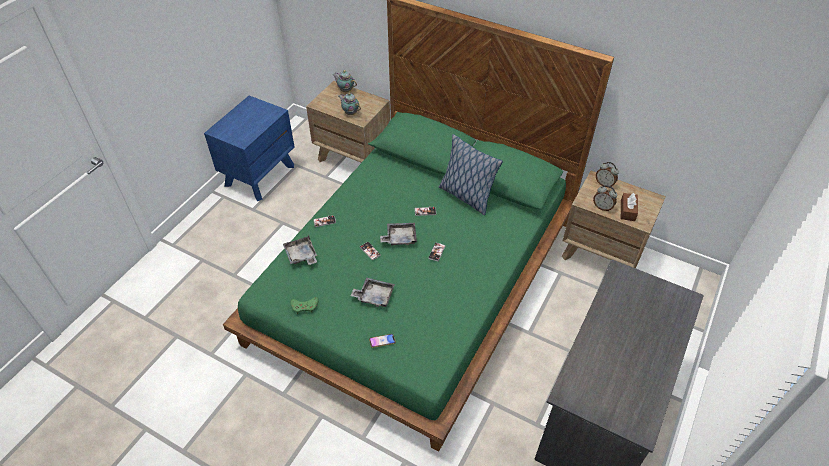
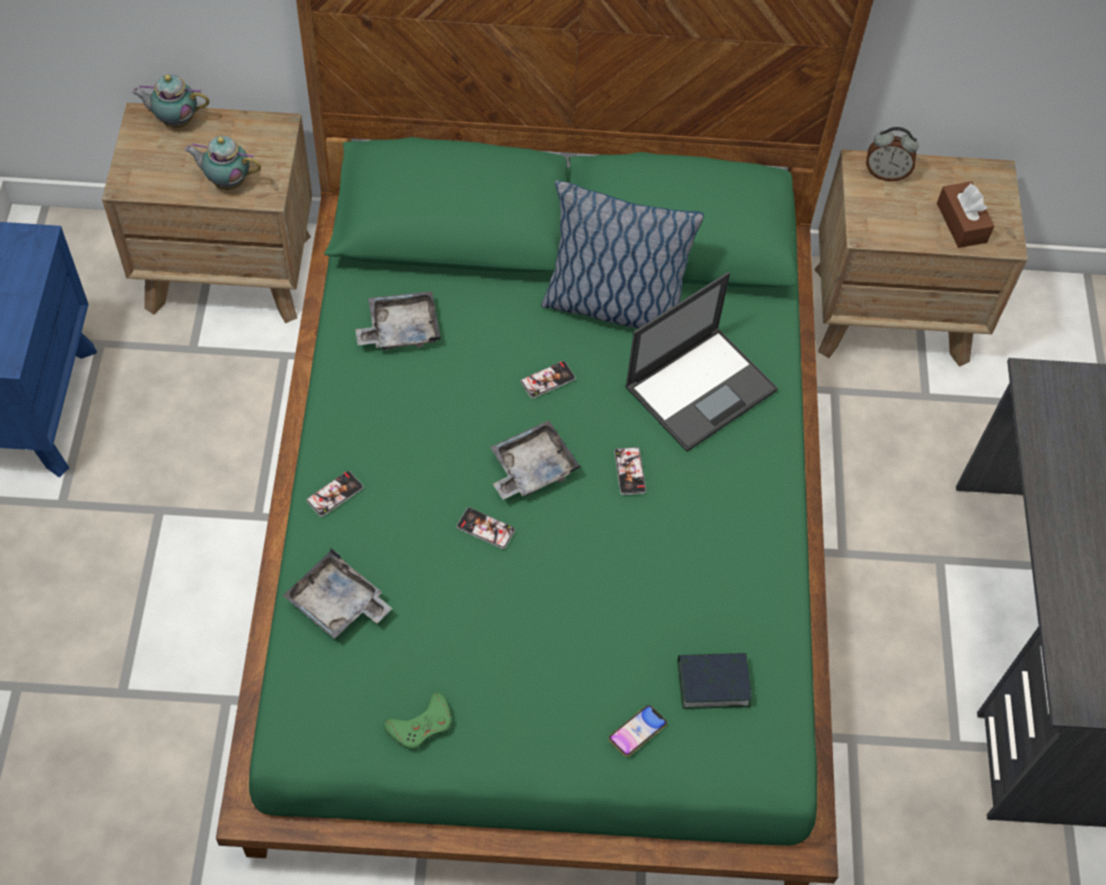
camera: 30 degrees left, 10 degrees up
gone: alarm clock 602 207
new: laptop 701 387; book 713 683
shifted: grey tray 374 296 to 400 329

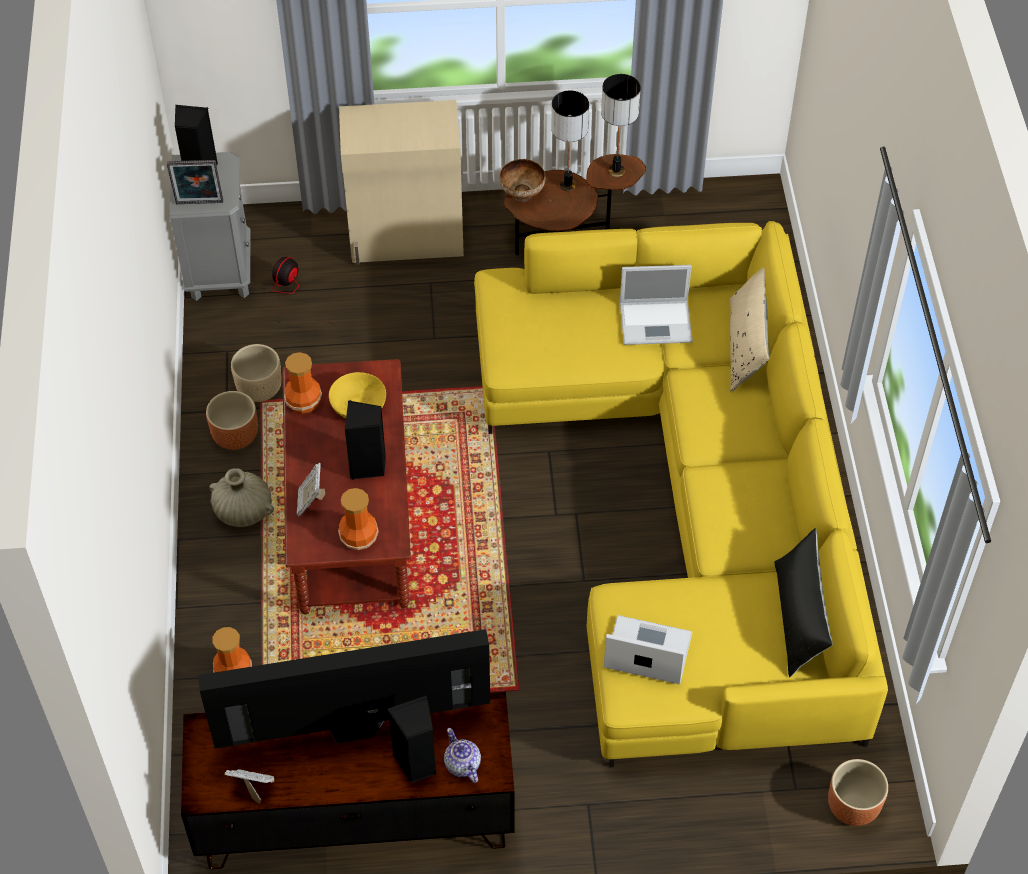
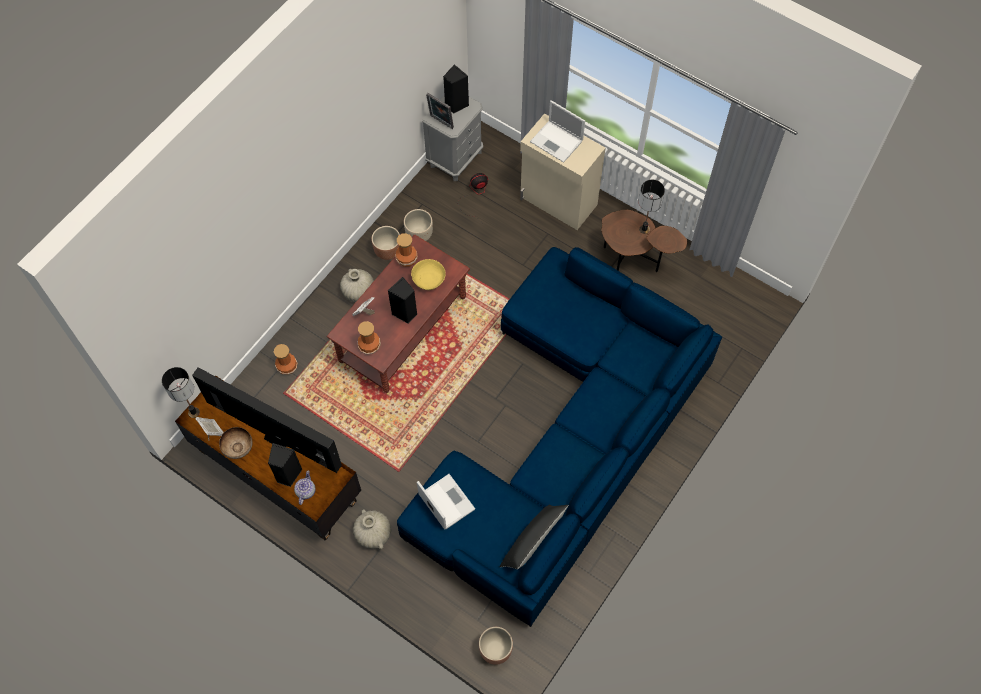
camera: 40 degrees right, 10 degrees up
gone: beige pillow 746 345
new: beige vase 373 533
shifted: bowl 522 194 to 239 449; table lamp 616 170 to 194 412; laptop 657 322 to 557 142
repainted: yellow sofa 690 501 to blue sofa 565 439

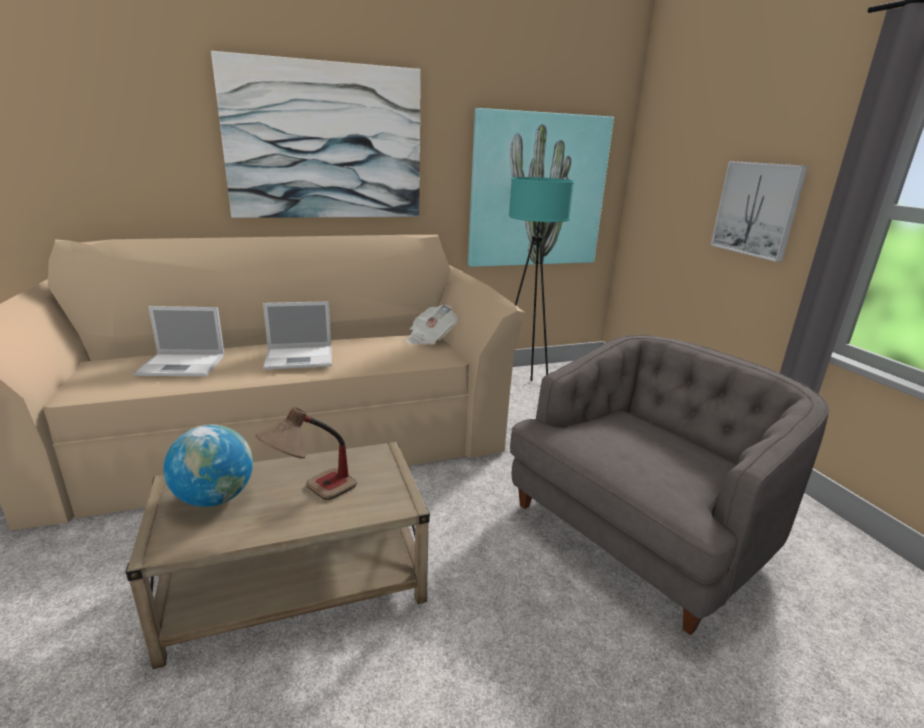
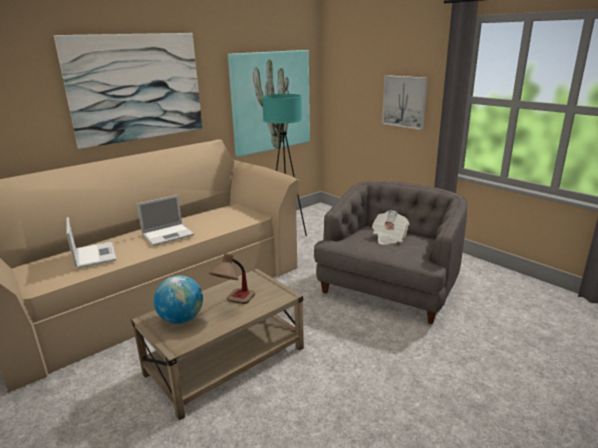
camera: 20 degrees left, 0 degrees up
shifted: newspaper 430 338 to 389 237
rotated: laptop 183 365 = 94 255 90 degrees counterclockwise

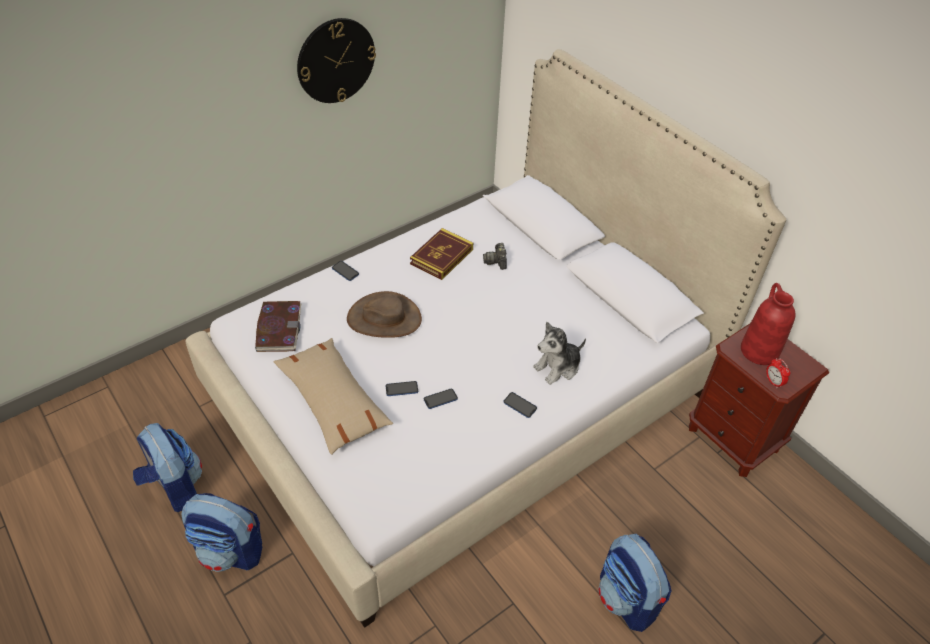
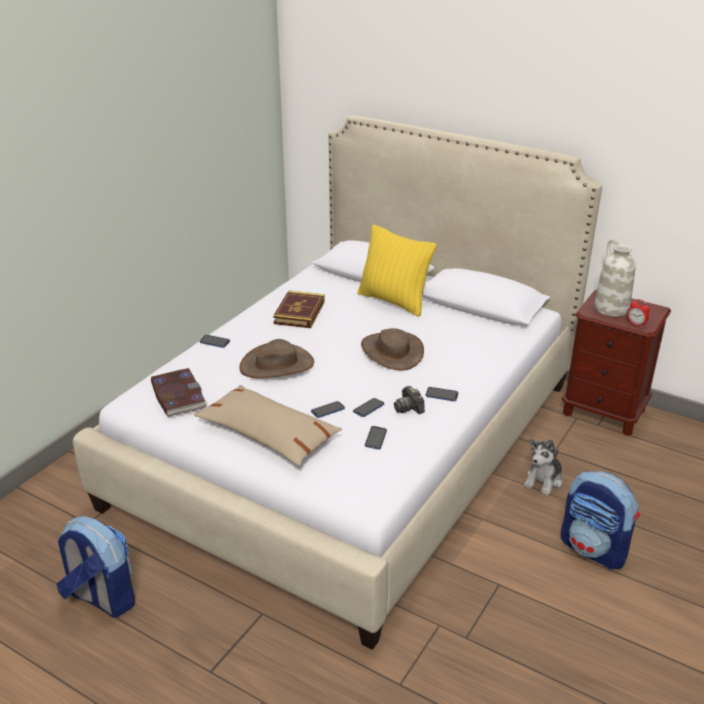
camera: 20 degrees left, 15 degrees down
gone: backpack 231 551; wall clock 336 61
new: yellow pillow 394 301; brown hat 392 351; phone 375 438
shifted: photo camera 496 261 to 409 408; plush toy 558 367 to 544 480
repainted: red vase 758 350 to white vase 610 308

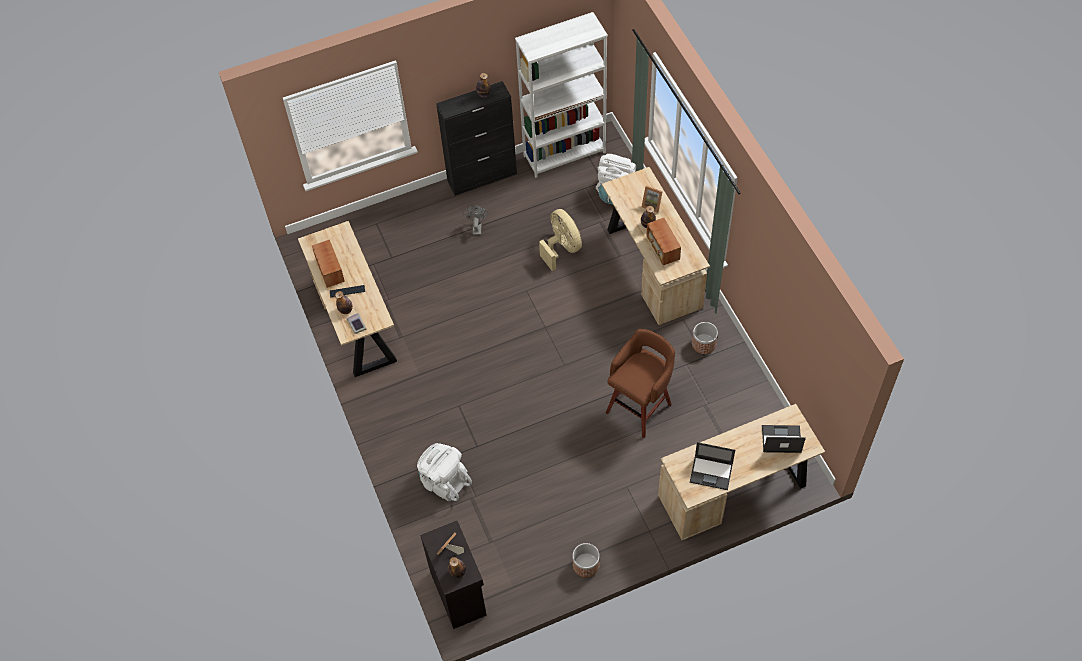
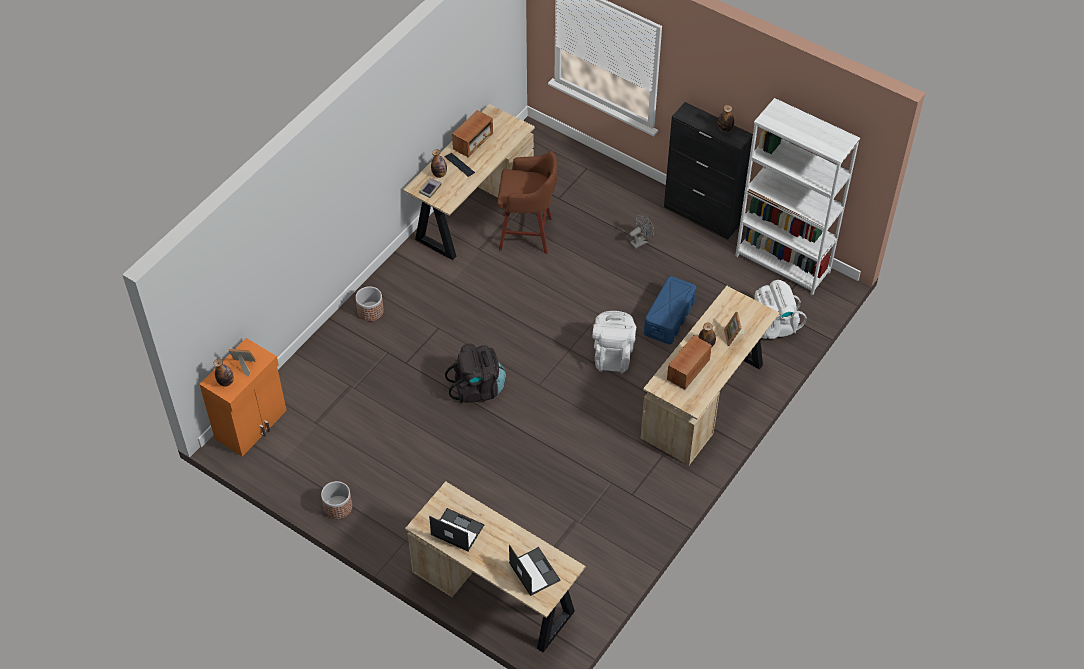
camera: 55 degrees right, 5 degrees down
new: black backpack 478 388
shifted: white backpack 444 481 to 613 355; brown stool 640 407 to 528 234; planter 703 344 to 370 311
swapped: beige fan 562 248 to blue storage box 669 317
repainted: black cabinet 459 592 to orange cabinet 252 425
rotated: laptop 711 472 = 456 530 135 degrees clockwise

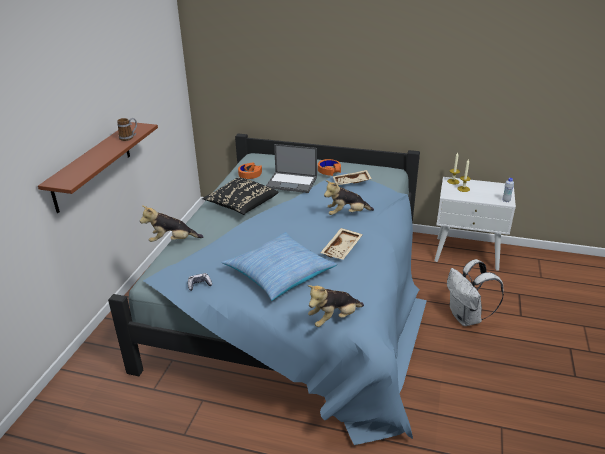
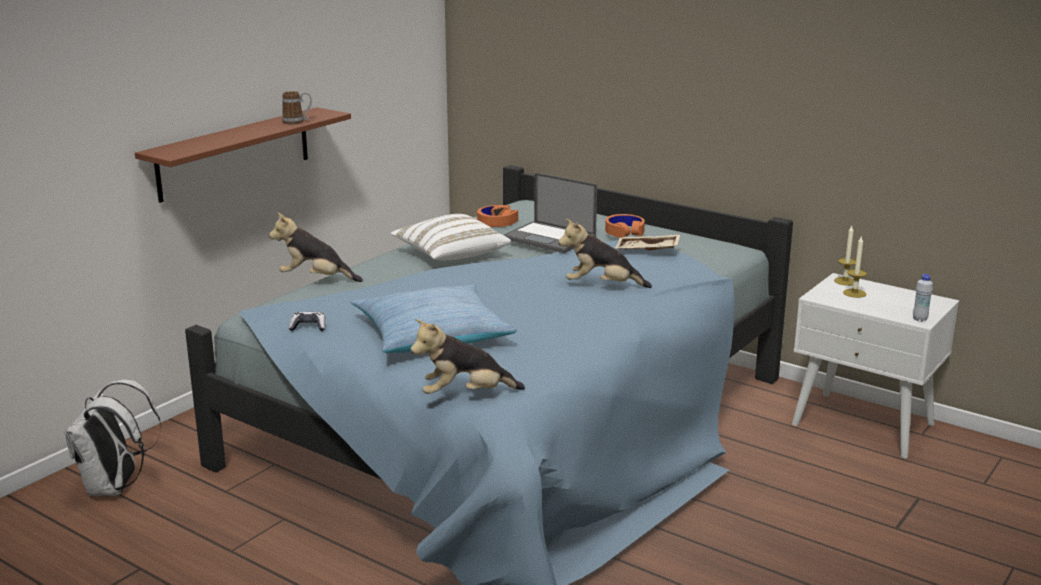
camera: 20 degrees right, 10 degrees down
gone: beige tray 342 249
shifted: white backpack 467 318 to 115 488
repainted: black pillow 241 205 to white pillow 450 255

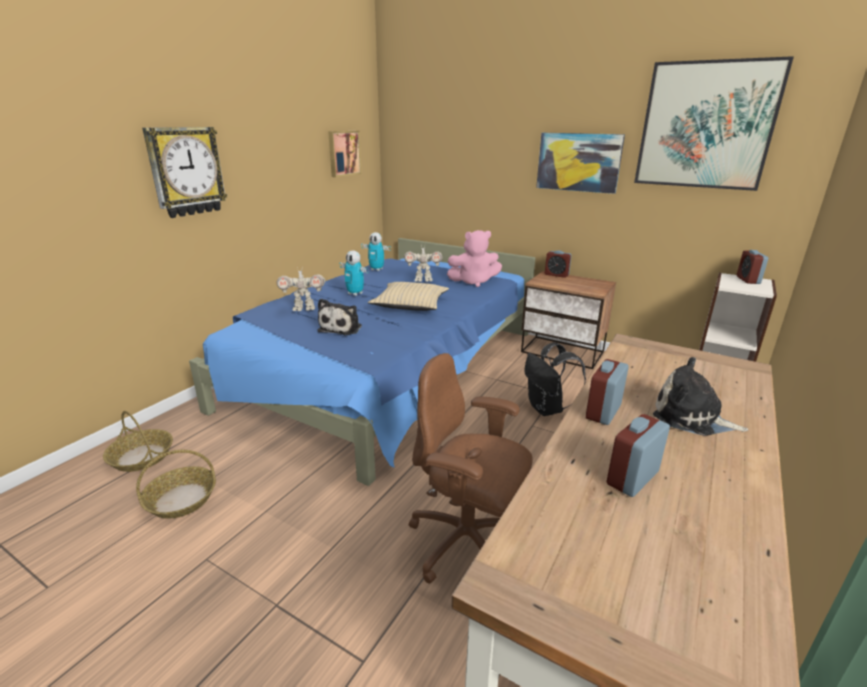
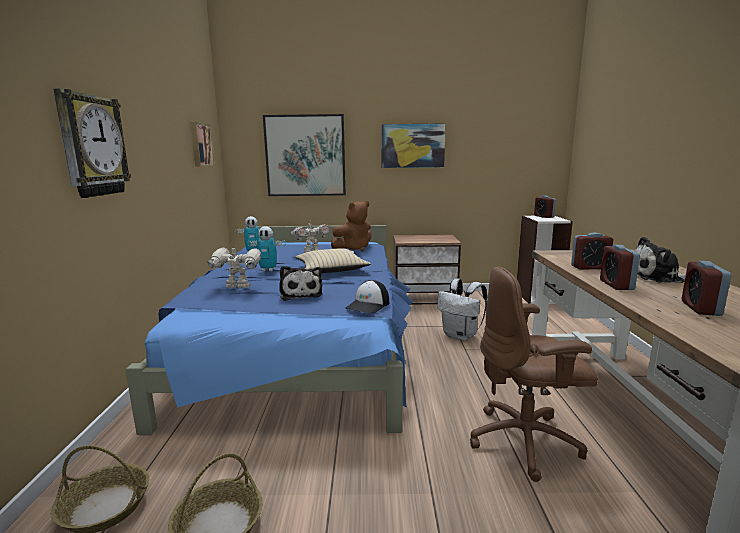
camera: 30 degrees left, 10 degrees down
new: cap 368 305
shifted: alarm clock 556 275 to 589 267; picture 706 126 to 305 156
repainted: pink plush toy 473 282 to brown plush toy 354 249; black backpack 547 409 to white backpack 461 335
rotated: toy robot 304 309 = 237 287 135 degrees counterclockwise

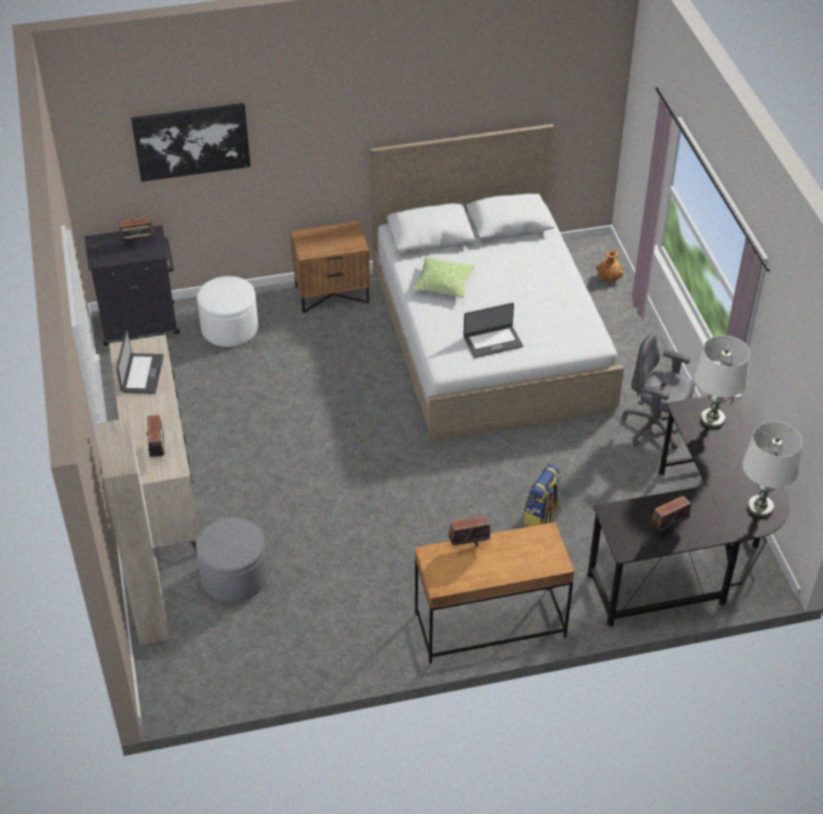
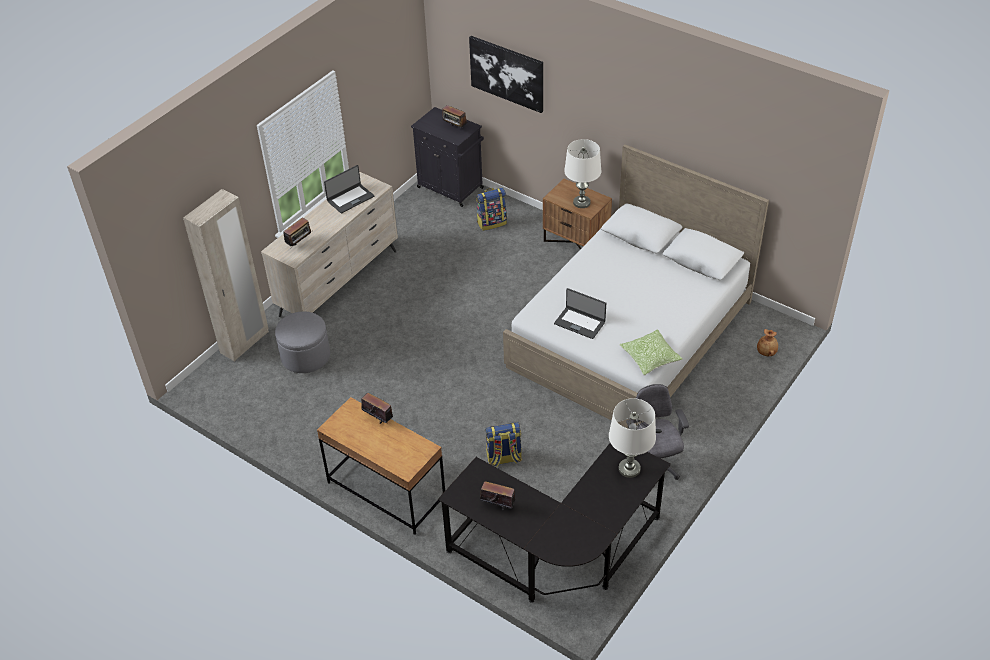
camera: 50 degrees right, 0 degrees up
shifted: pillow 443 284 to 650 357; white table lamp 760 507 to 581 202
swapped: white ottoman 230 329 to backpack 492 222

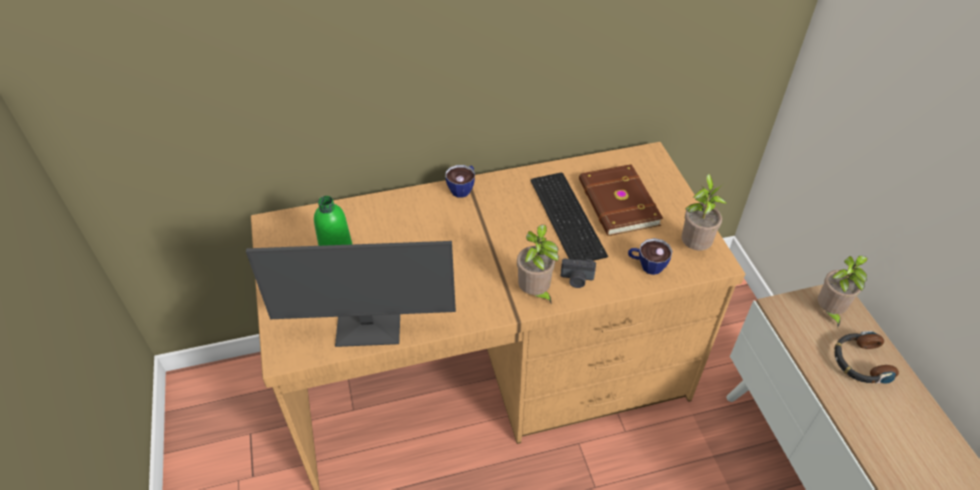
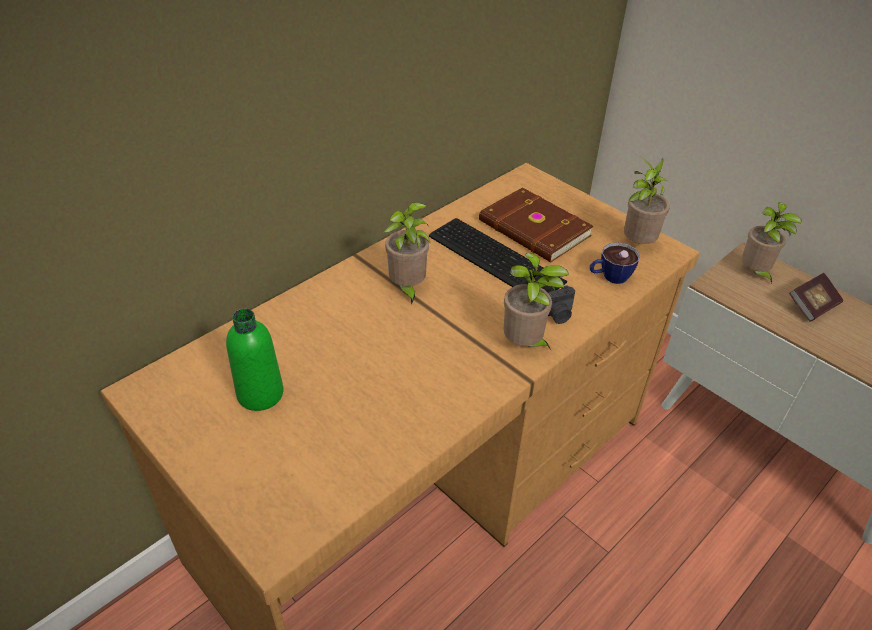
camera: 30 degrees left, 5 degrees down
gone: monitor 369 326; cup 463 188
new: potted plant 407 289
swapped: headphones 860 362 to book 812 306

